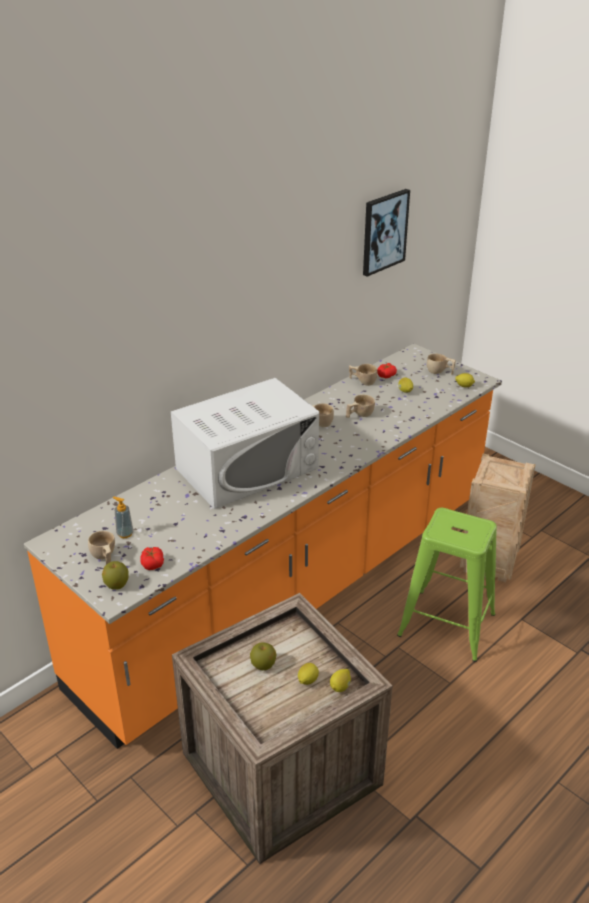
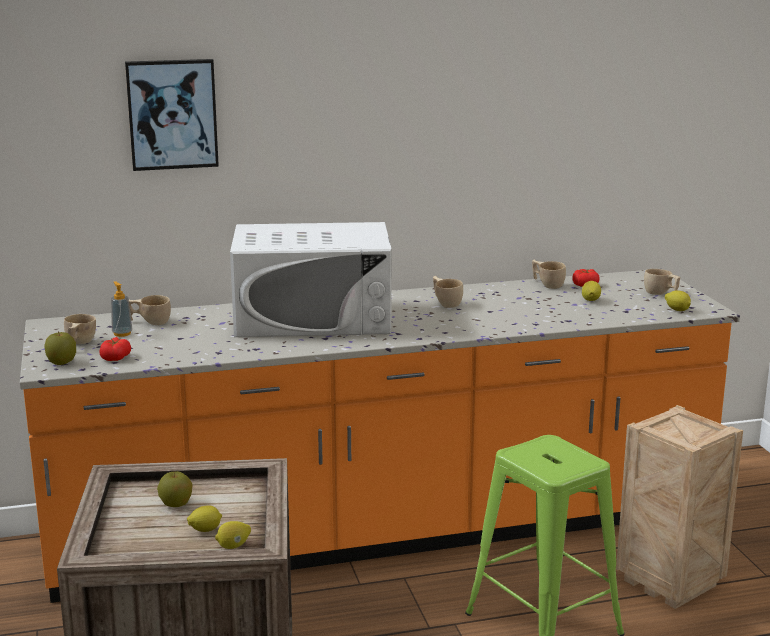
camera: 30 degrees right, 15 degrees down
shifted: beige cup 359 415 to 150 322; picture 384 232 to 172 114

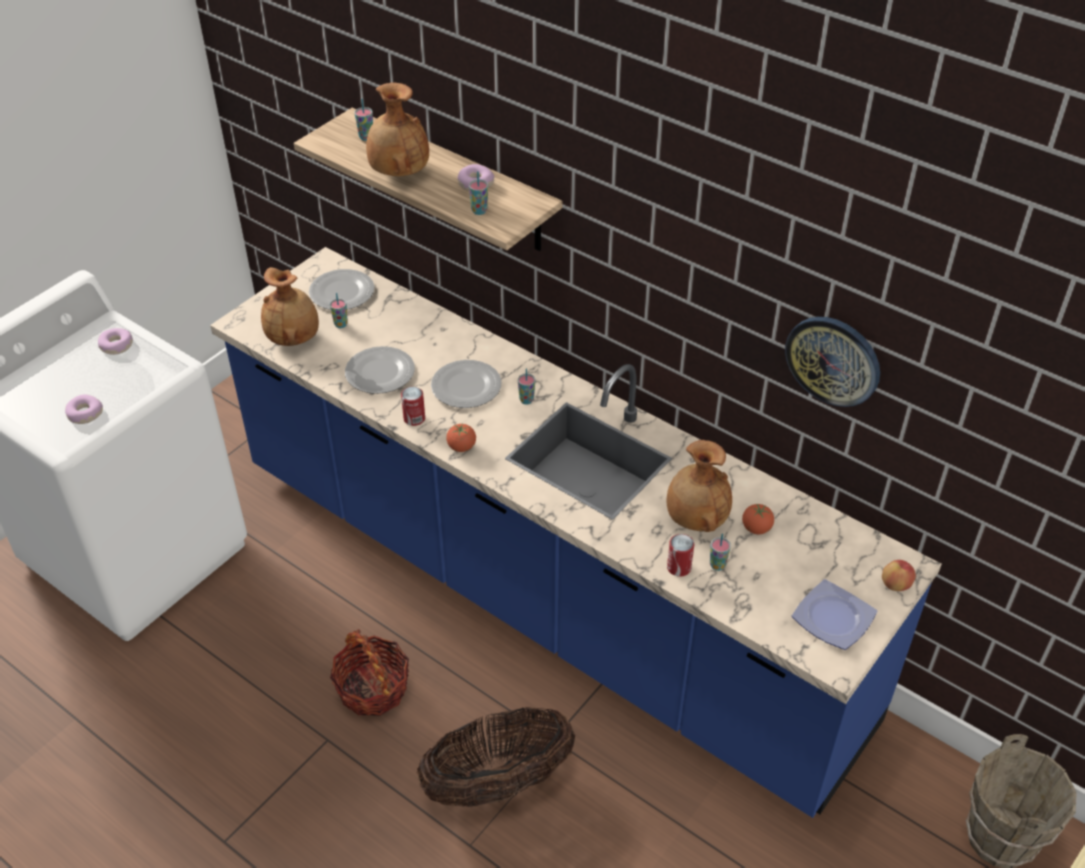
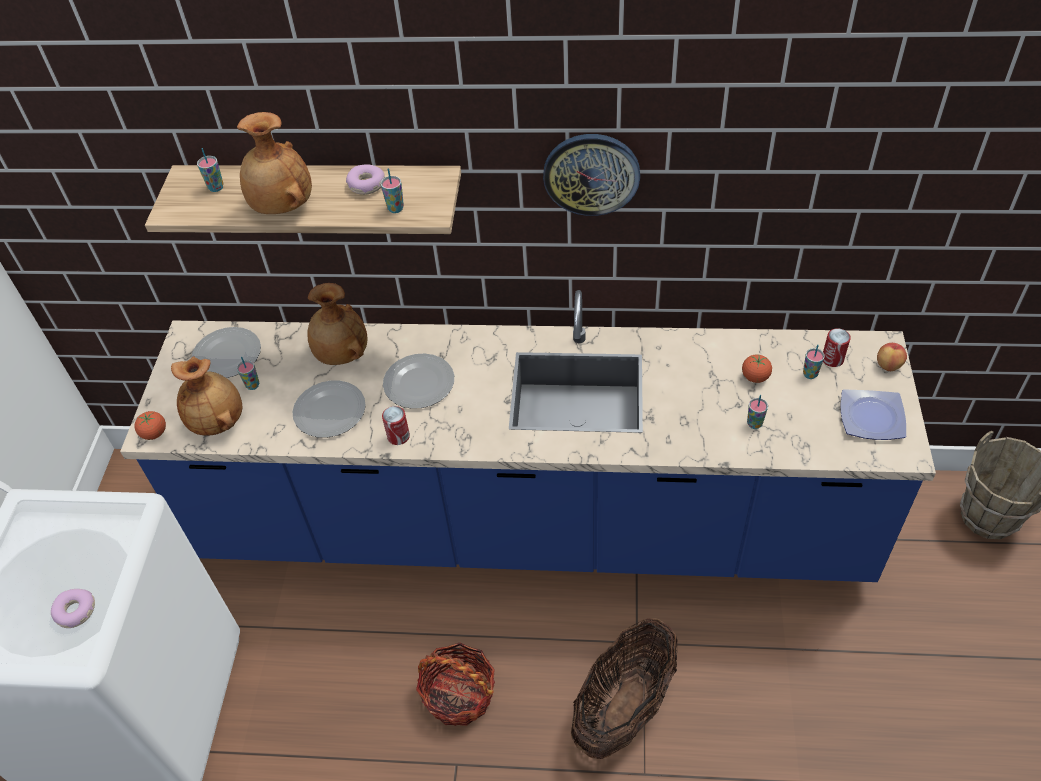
camera: 30 degrees left, 5 degrees up
gone: donut 116 346
shifted: tomato 461 447 to 154 433; cup 526 400 to 810 374; brown vase 695 518 to 341 354; can 679 567 to 832 359; wall clock 833 360 to 591 173

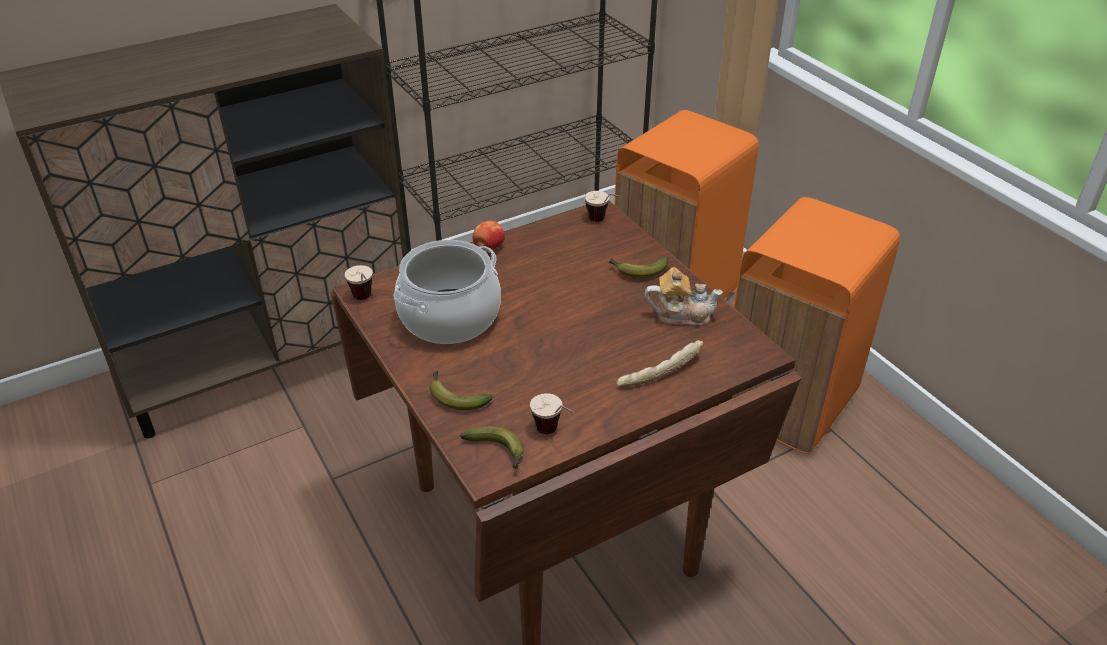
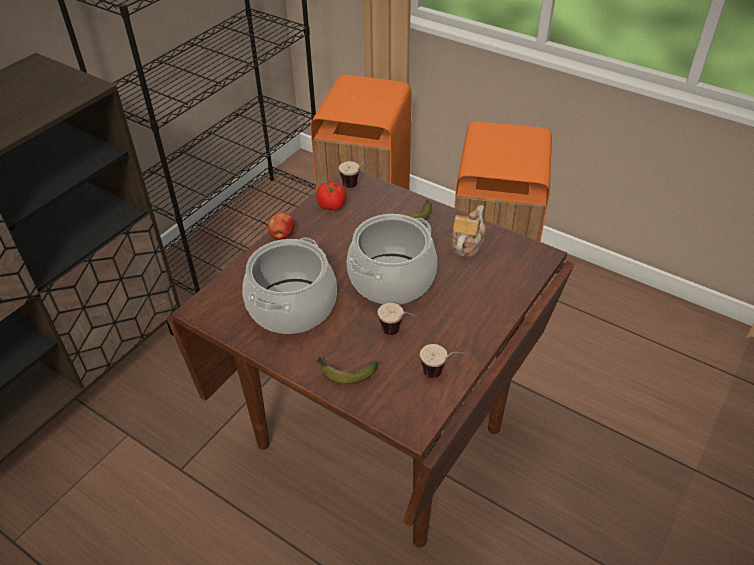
camera: 25 degrees left, 5 degrees up
gone: banana 498 452; bread 659 371
new: tomato 332 206; cooking pot 392 280
shifted: cup 365 301 to 398 334
rotated: teapot 681 314 = 467 243 45 degrees counterclockwise

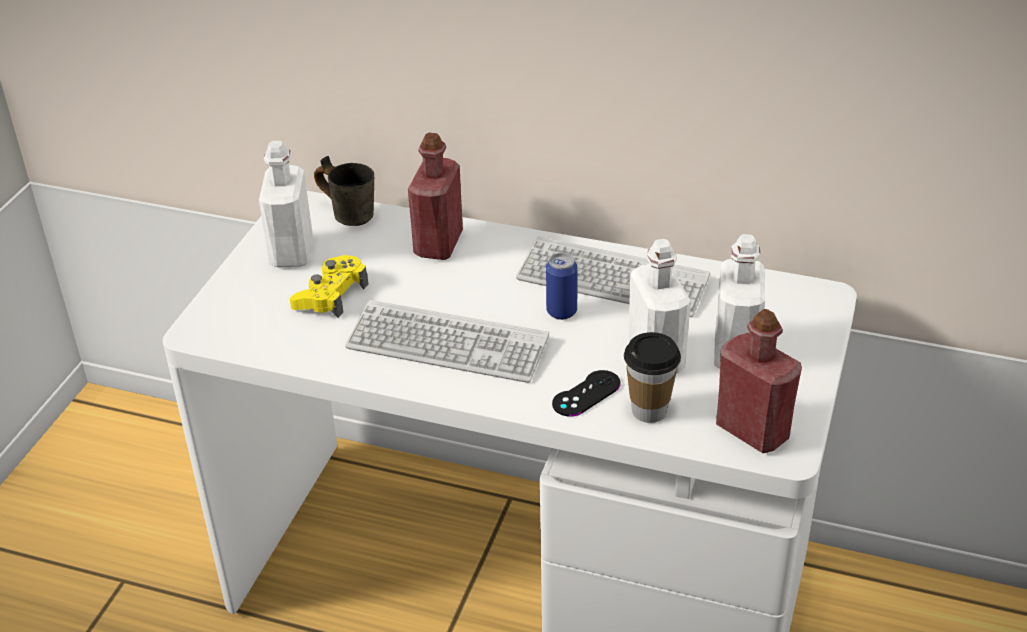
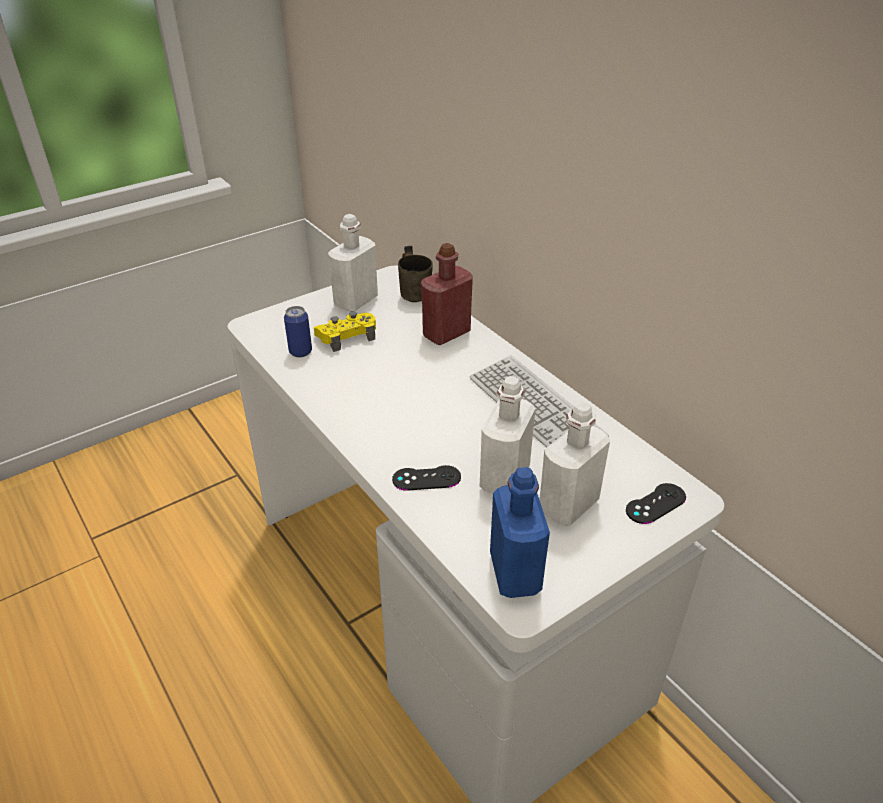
camera: 35 degrees right, 0 degrees up
gone: keyboard 447 344; cup 649 410
new: black game controller 655 504
shifted: can 561 311 to 300 352
repainted: red bottle 752 431 to blue bottle 515 573

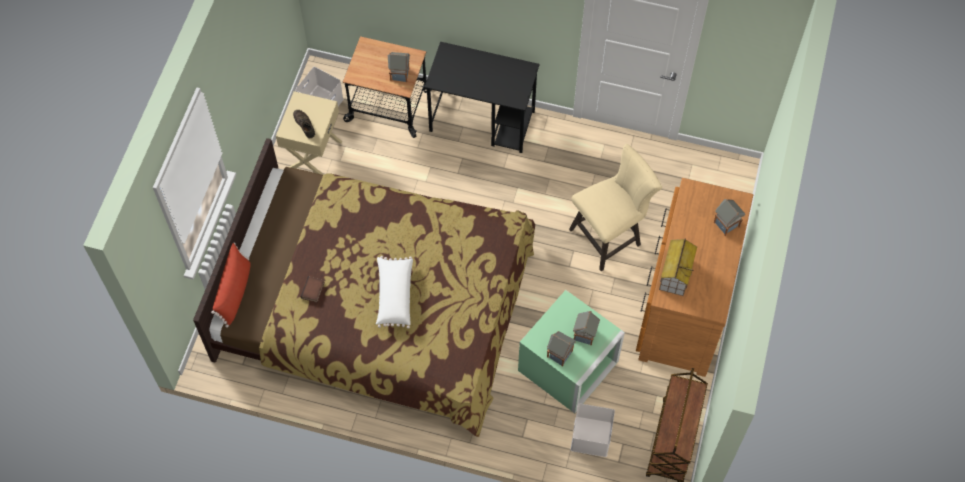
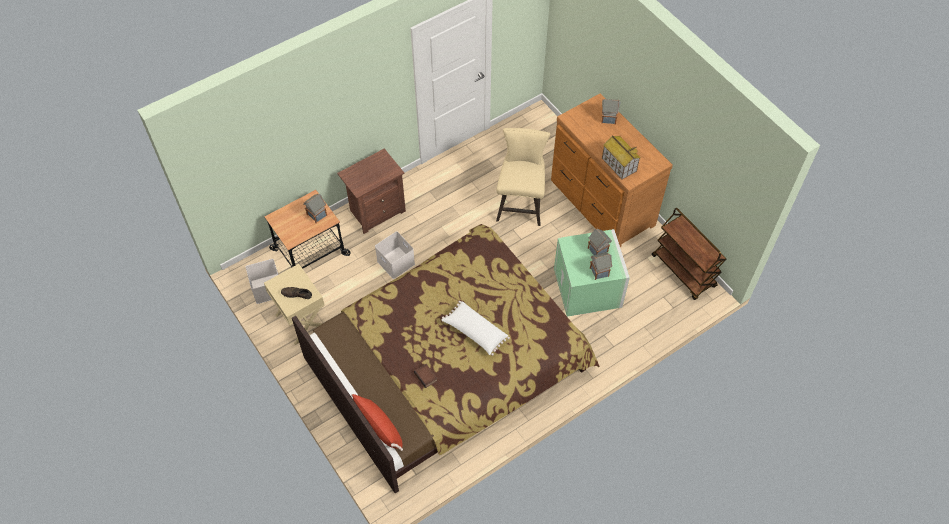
camera: 50 degrees left, 5 degrees down
shifted: white storage box 592 437 to 396 262
swapped: black desk 483 121 to brown nightstand 376 211

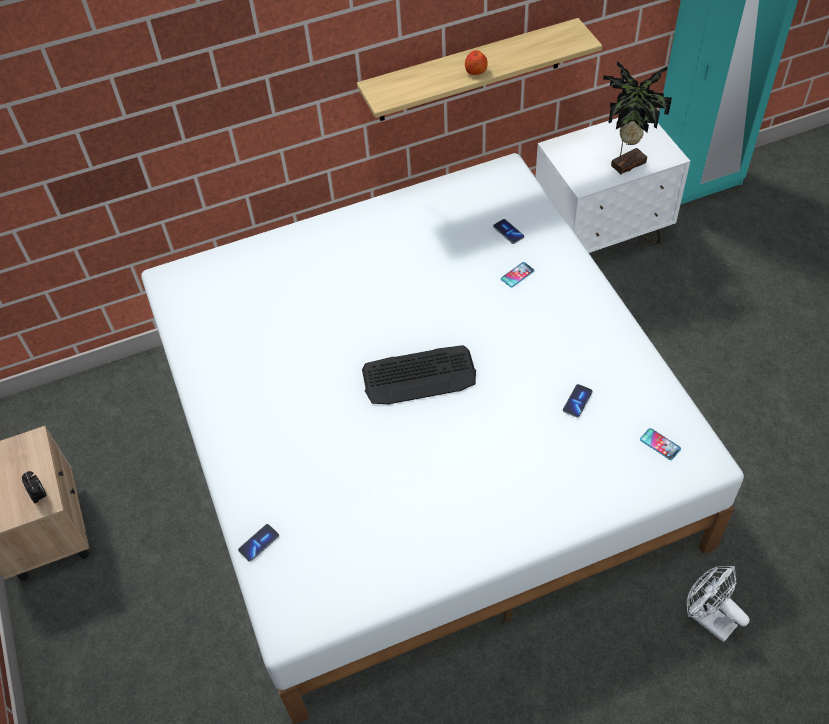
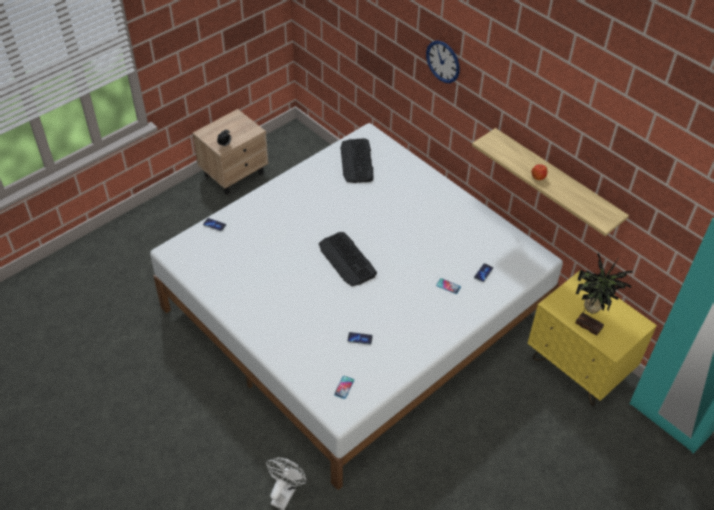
camera: 65 degrees right, 5 degrees down
new: keyboard 357 161; wall clock 443 61
repainted: white nightstand 600 236 to yellow nightstand 578 368

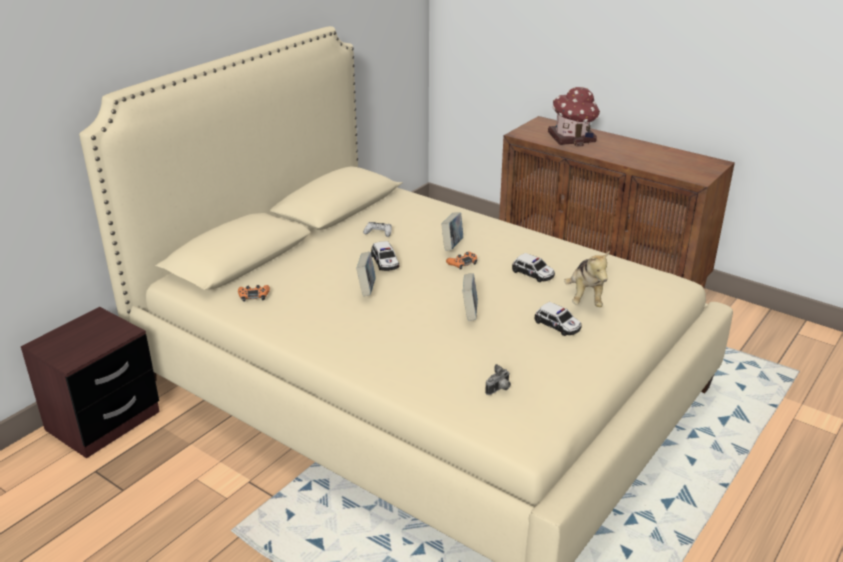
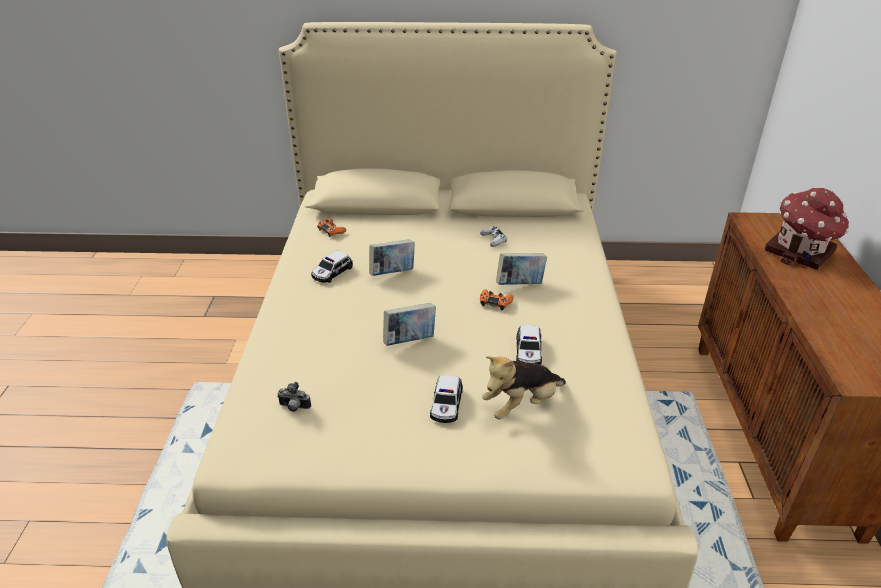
camera: 55 degrees right, 5 degrees up
gone: brown nightstand 103 421
shifted: toy car 385 262 to 332 272

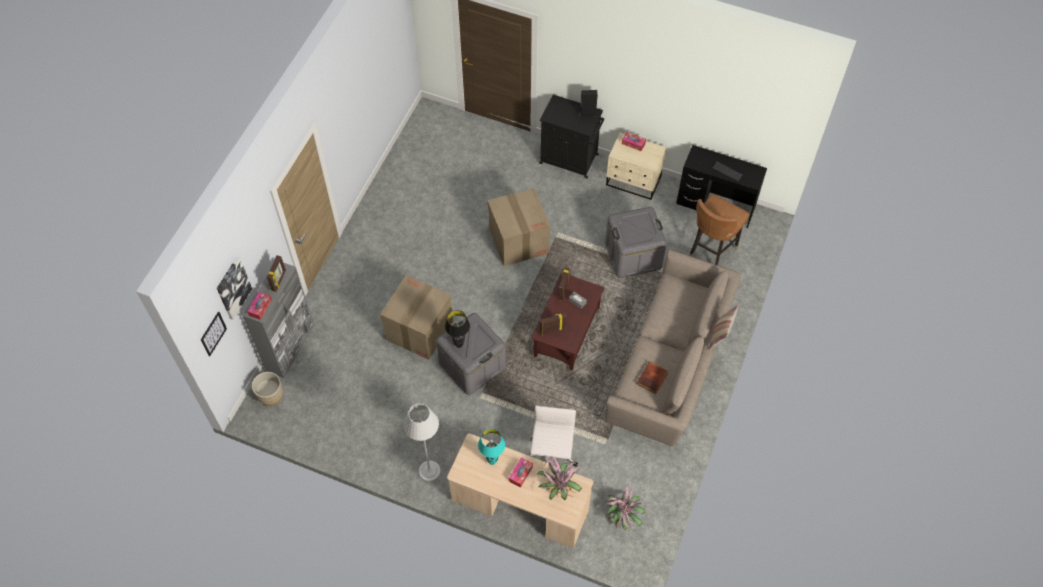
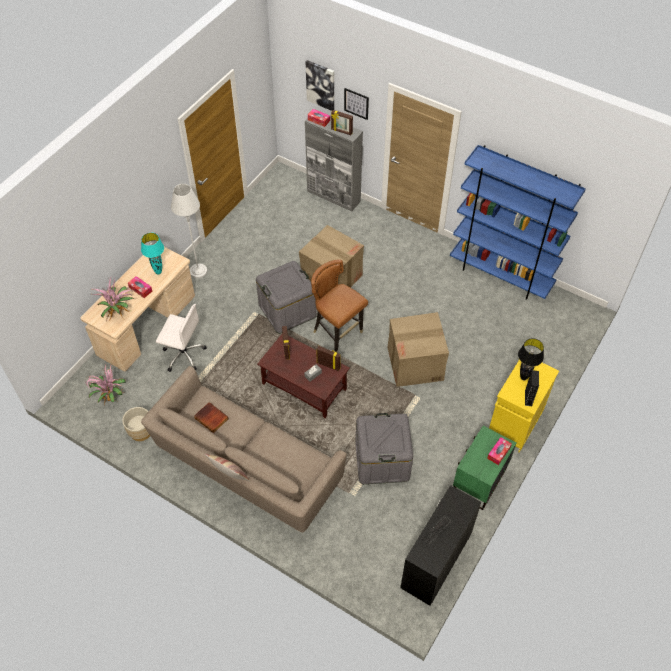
camera: 100 degrees right, 5 degrees down
new: blue bookcase 501 275
shifted: picture 213 333 to 356 103; beige planter 271 396 to 141 432; black table lamp 459 345 to 523 377; brown chair 711 250 to 337 334
repainted: black cabinet 570 159 to yellow cabinet 514 424; beige nightstand 633 182 to green nightstand 478 480

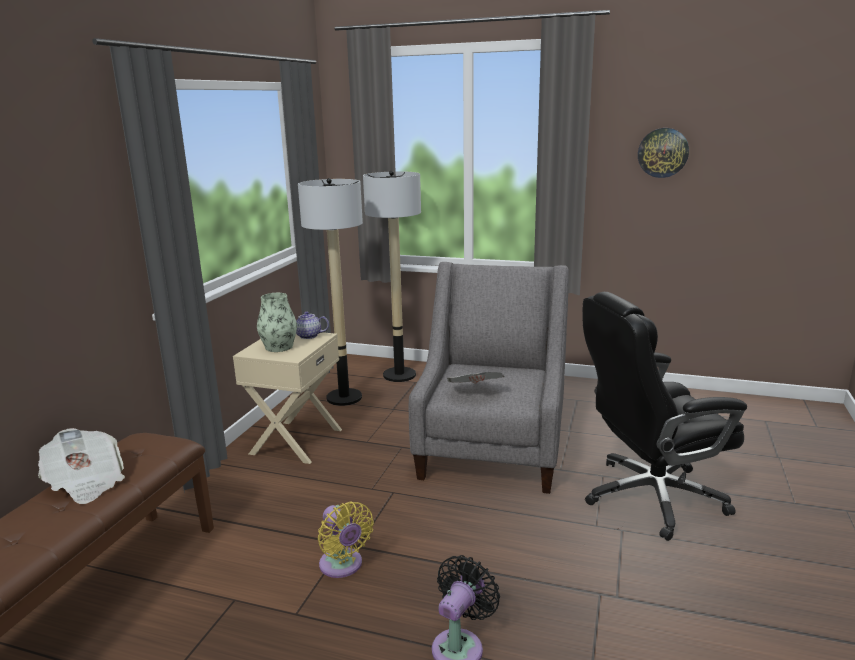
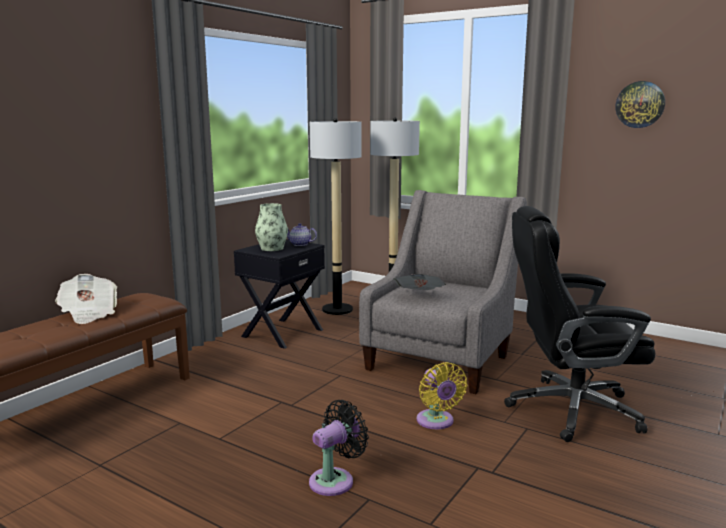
camera: 15 degrees right, 5 degrees down
shifted: yellow fan 343 566 to 436 422
repainted: beige nightstand 295 441 to black nightstand 281 333

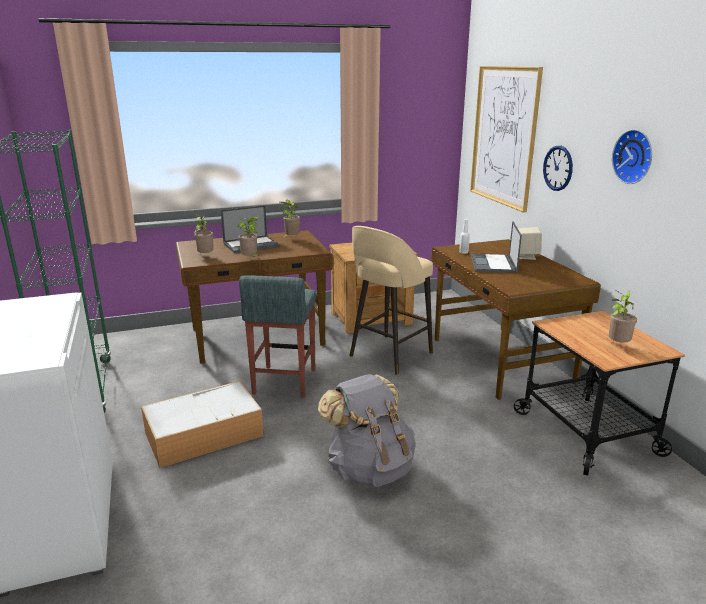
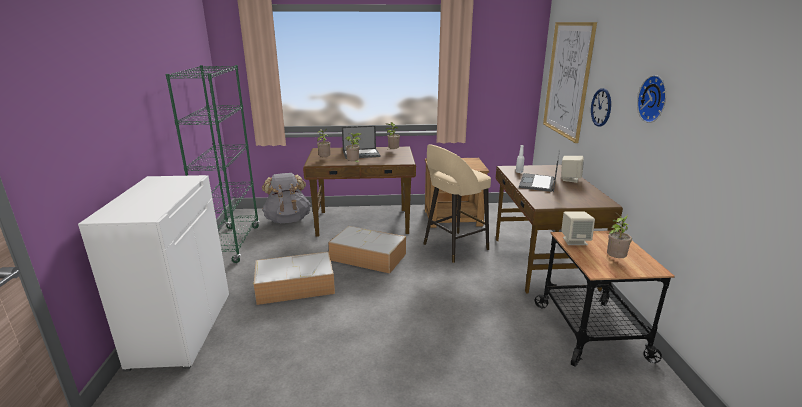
camera: 15 degrees right, 0 degrees up
new: beige speaker 574 241
shifted: grey backpack 369 468 to 288 220
swapped: grey stool 284 382 to storage box 367 257

